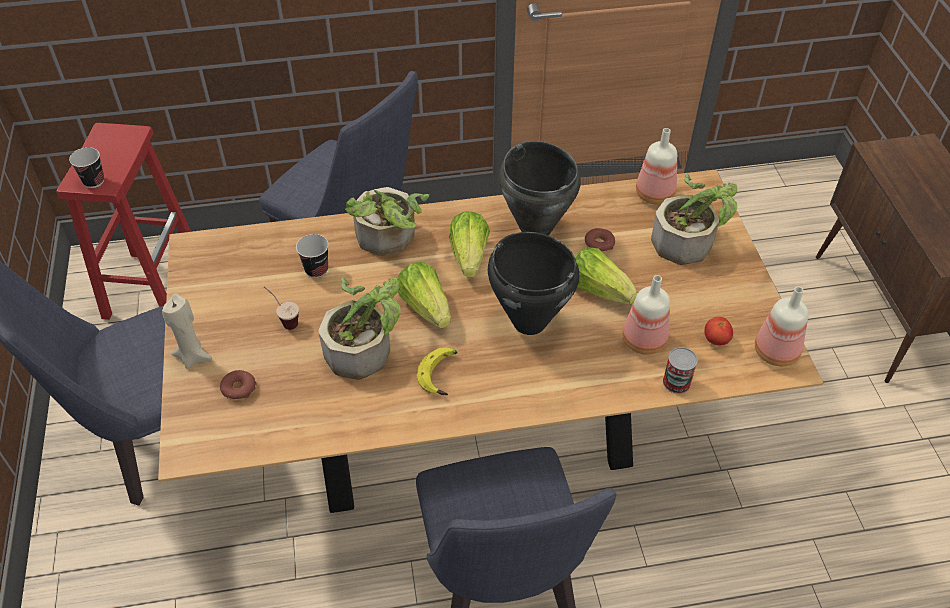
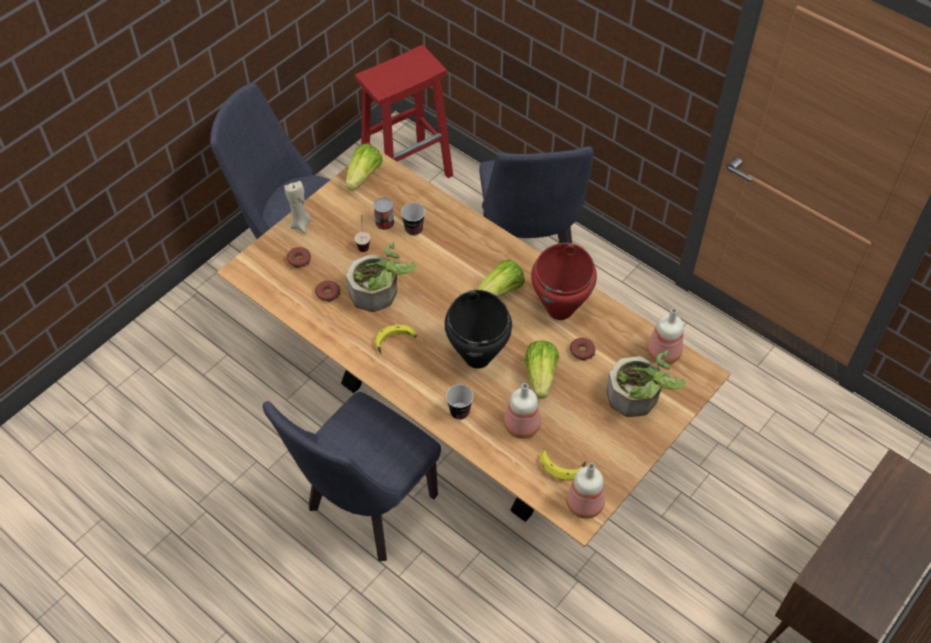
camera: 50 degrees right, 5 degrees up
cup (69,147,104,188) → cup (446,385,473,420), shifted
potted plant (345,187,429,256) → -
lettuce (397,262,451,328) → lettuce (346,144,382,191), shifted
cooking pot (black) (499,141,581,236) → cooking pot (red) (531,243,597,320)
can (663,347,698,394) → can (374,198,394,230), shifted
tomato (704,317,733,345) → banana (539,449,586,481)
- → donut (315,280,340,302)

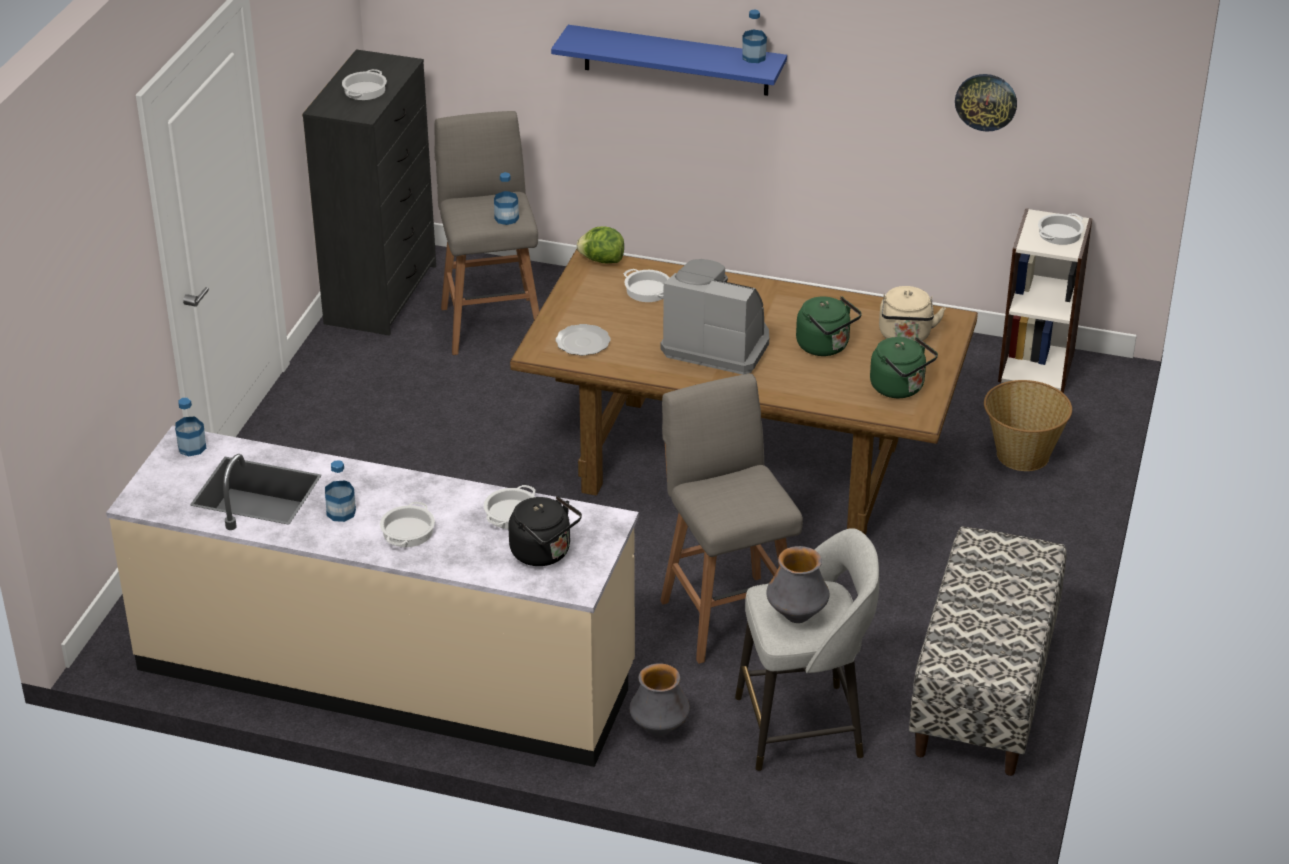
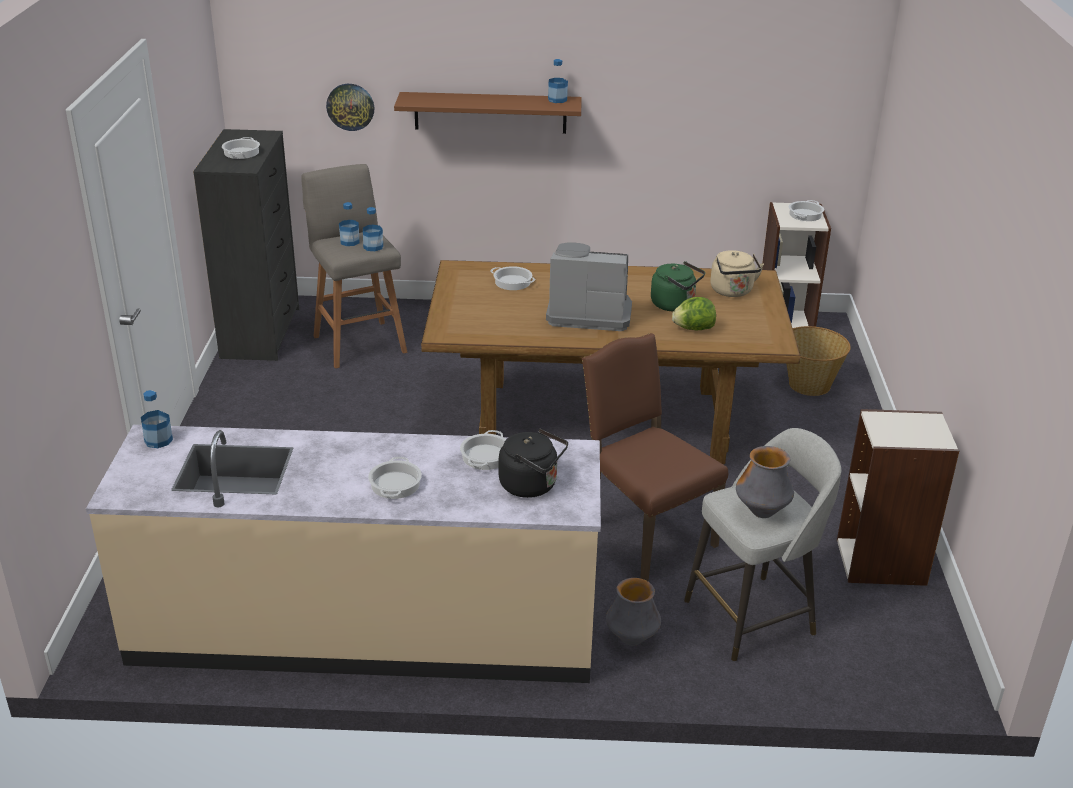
camera: 15 degrees left, 5 degrees down
bottle (325,460,356,522) → bottle (339,202,359,246), shifted
shelf (blue) (551,25,787,96) → shelf (brown) (394,92,582,134)
plate (555,324,611,356) → -
lettuce (576,226,624,263) → lettuce (672,297,716,330), shifted
stool (grey) (660,374,803,664) → chair (brown) (582,333,728,581)
kettle (green) (870,337,938,398) → -
bench (909,526,1066,776) → bookcase (837,409,959,586)
wall clock (955,74,1017,131) → wall clock (326,84,374,131), shifted

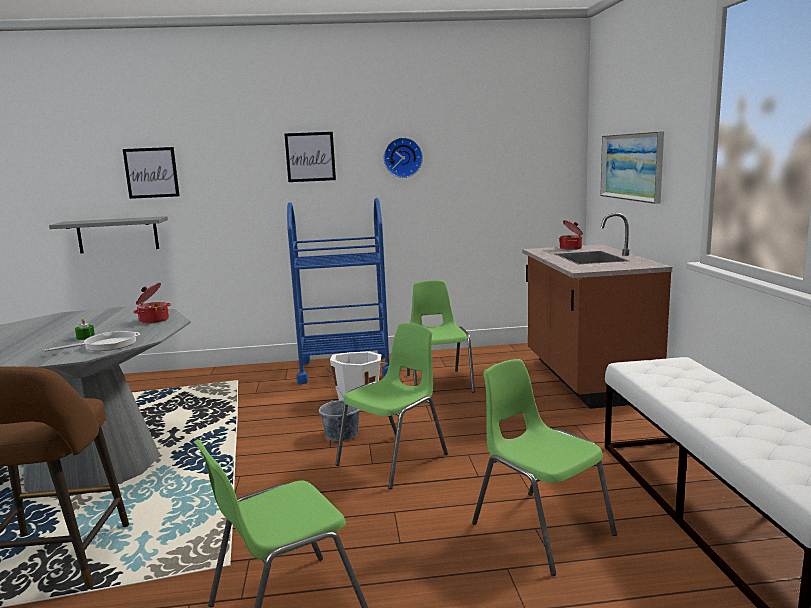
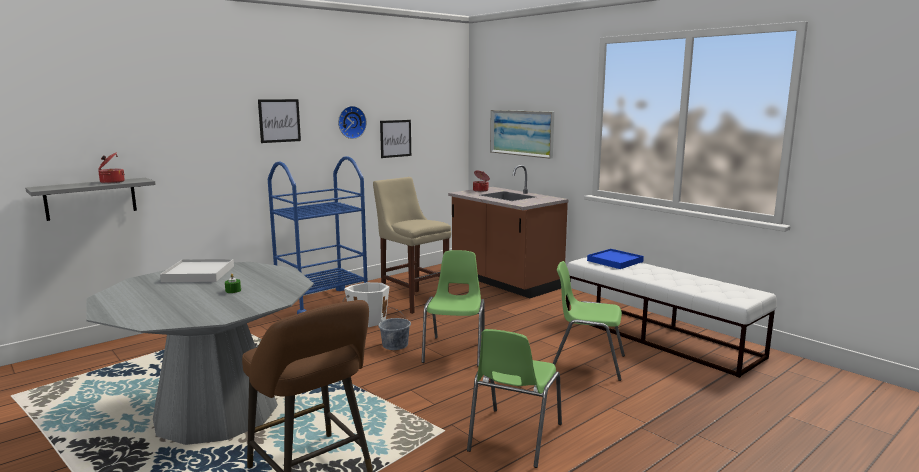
camera: 35 degrees left, 0 degrees up
frying pan (45,331,140,352) → -
picture (123,147,180,199) → picture (380,120,411,158), shifted
cooking pot (133,283,171,324) → cooking pot (98,152,125,183), shifted
chair (green) (407,280,475,393) → stool (beige) (373,177,451,314)
- → tray (white) (160,259,234,282)
- → tray (blue) (587,249,644,269)

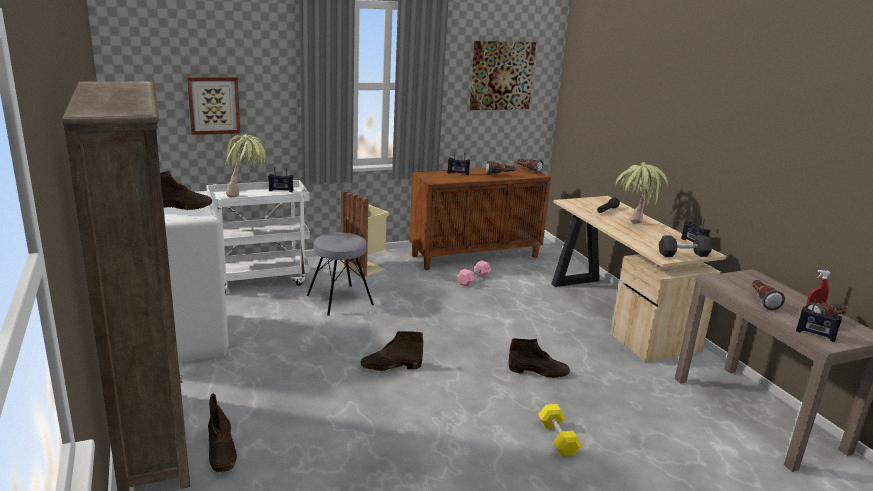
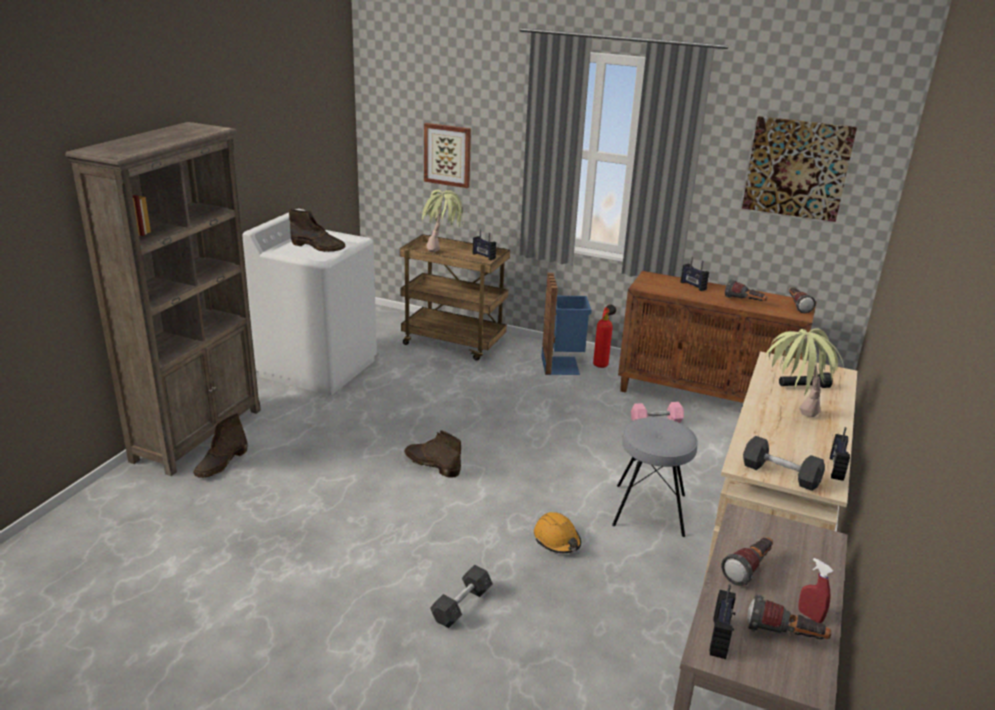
camera: 45 degrees right, 5 degrees up
cart (white) (206,180,310,293) → cart (brown) (400,234,510,361)
stool (grey) (307,232,374,316) → stool (grey) (612,417,698,537), shifted
trash can (beige) (340,191,389,277) → trash can (blue) (541,273,592,375)
boot (brown) (508,338,570,378) → hard hat (orange) (534,512,581,553)
dumbbell (yellow) (538,404,582,457) → dumbbell (grey) (430,565,493,628)
radio (796,299,842,342) → radio (710,584,736,659), 150 degrees counterclockwise
- → fire extinguisher (593,304,616,368)

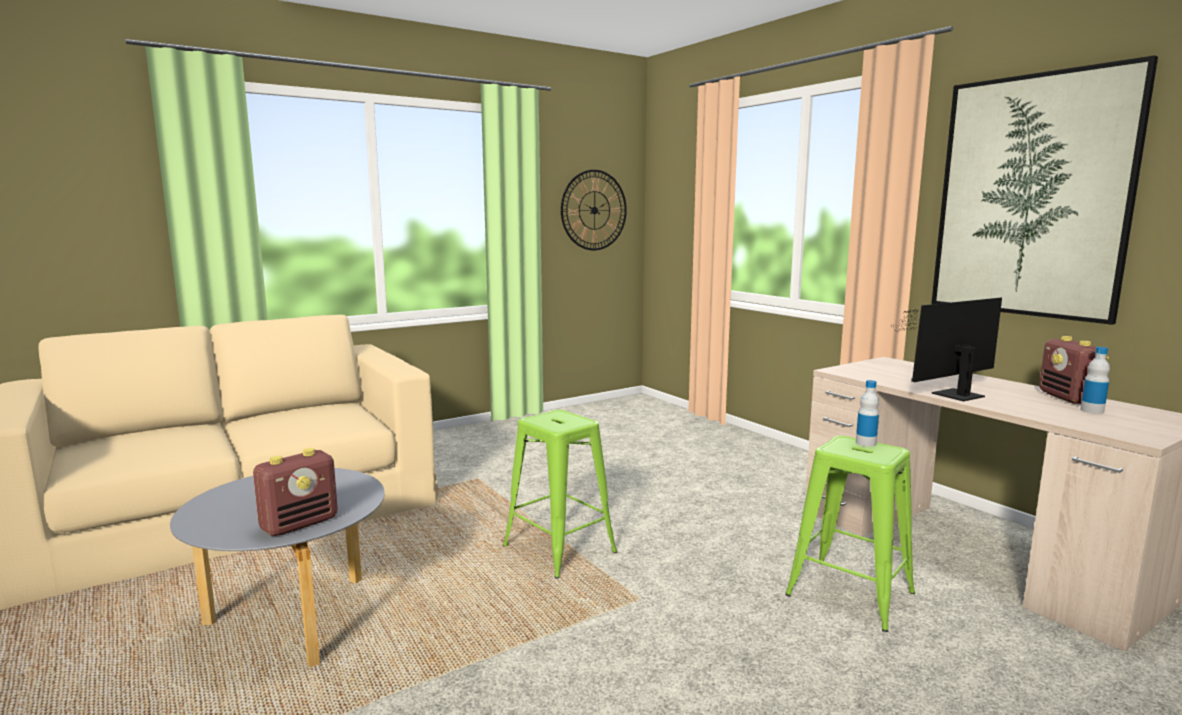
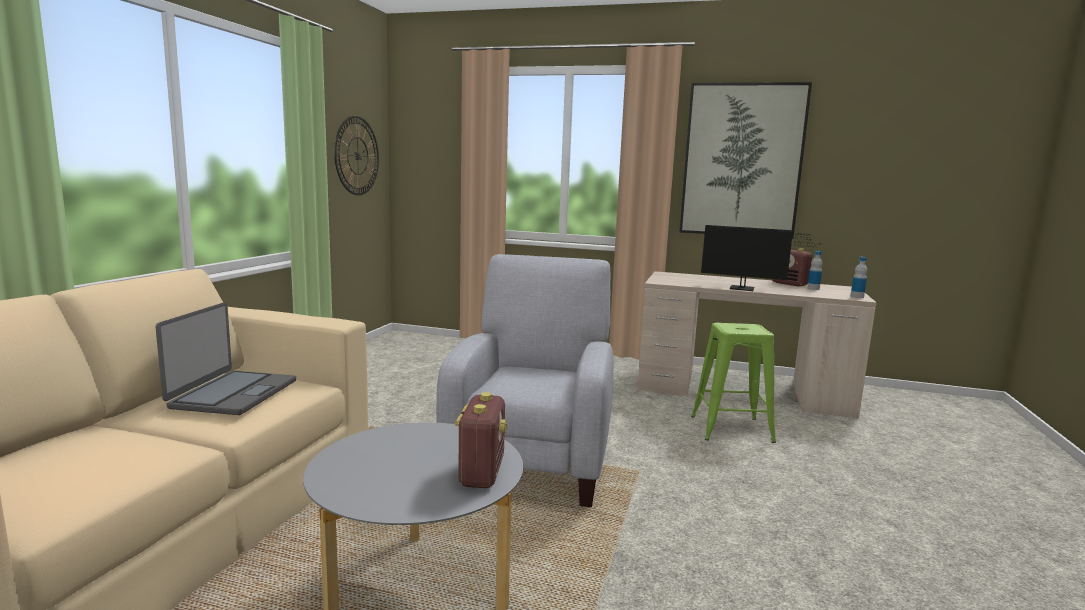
camera: 40 degrees left, 0 degrees up
stool (green) (503,410,617,579) → armchair (grey) (436,254,614,507)
bottle (856,380,879,447) → bottle (850,257,867,298), shifted
monitor (890,298,1002,402) → monitor (701,225,819,291), 90 degrees counterclockwise
- → laptop (156,302,296,415)

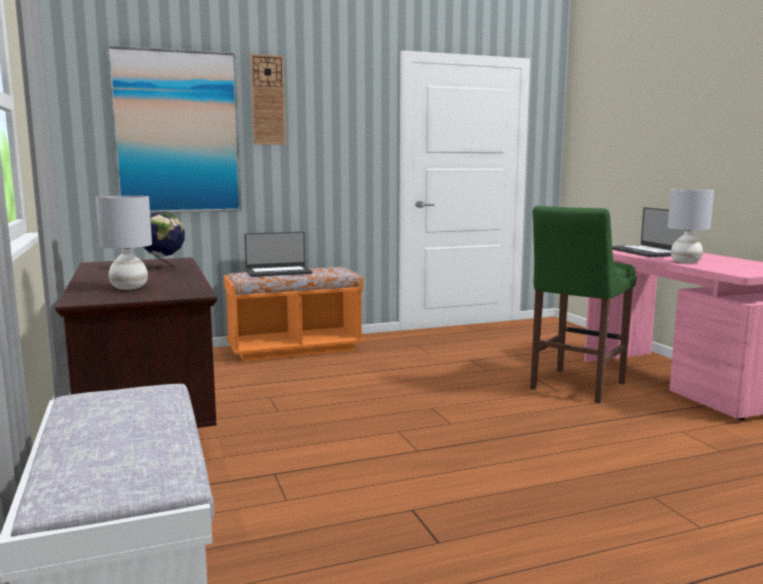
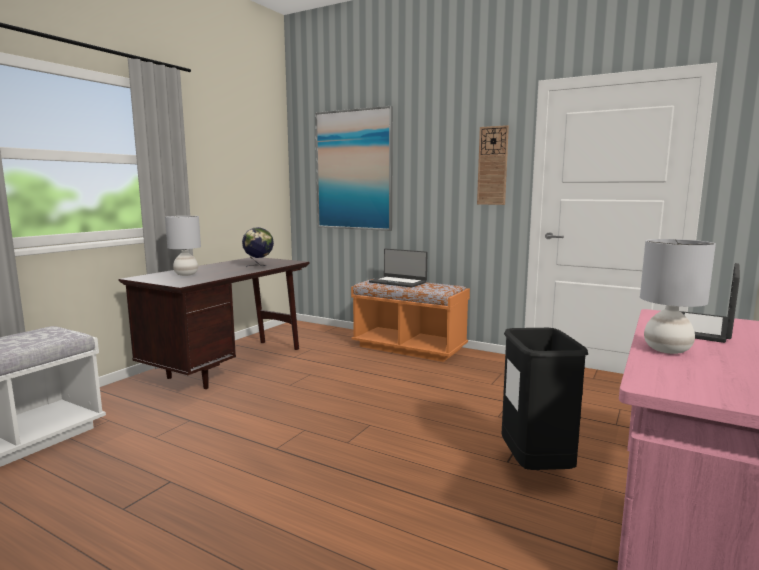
camera: 50 degrees right, 0 degrees up
wall clock (251,54,286,145) → wall clock (477,125,509,205), shifted
stool (green) (530,206,637,404) → trash can (black) (502,328,588,470)

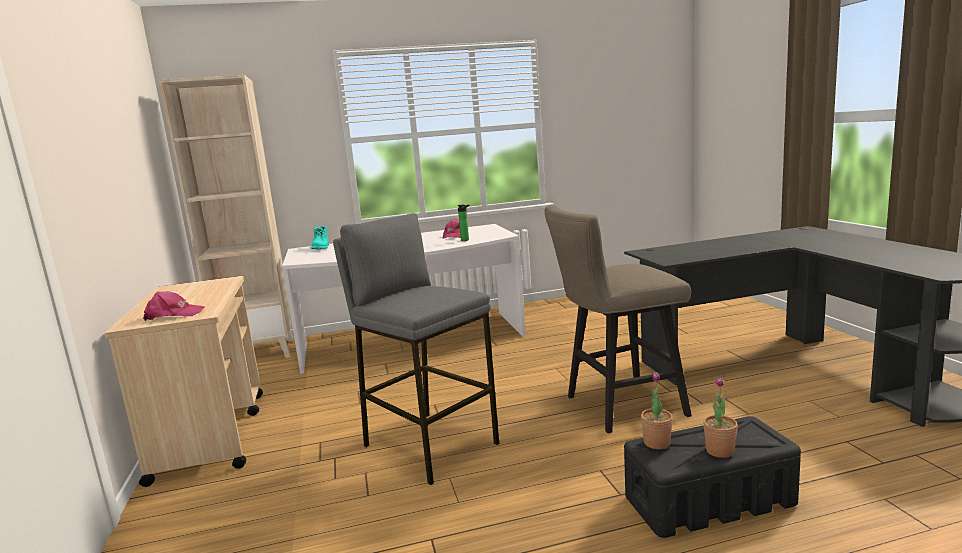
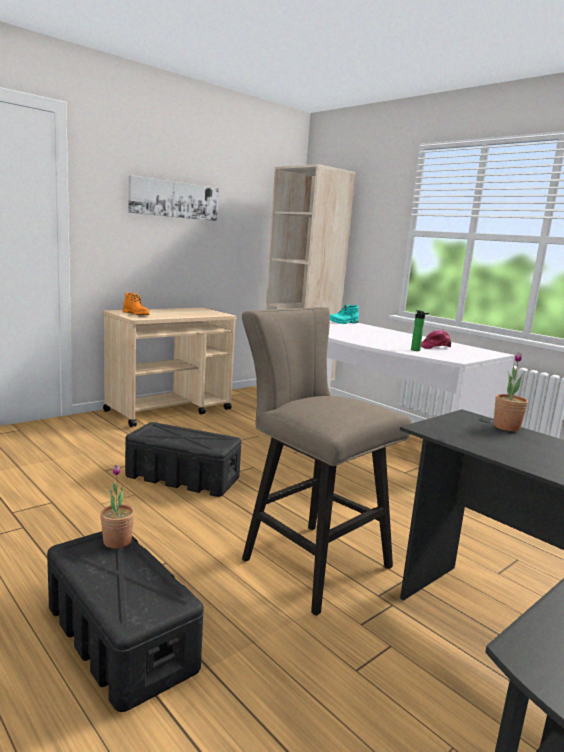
camera: 60 degrees right, 0 degrees up
cap (pink) (143,291,205,321) → boot (orange) (123,293,150,315)
stool (grey) (333,213,499,485) → storage box (black) (125,422,241,497)
potted plant (703,377,738,458) → potted plant (494,352,528,431), shifted
- → picture (128,175,219,221)

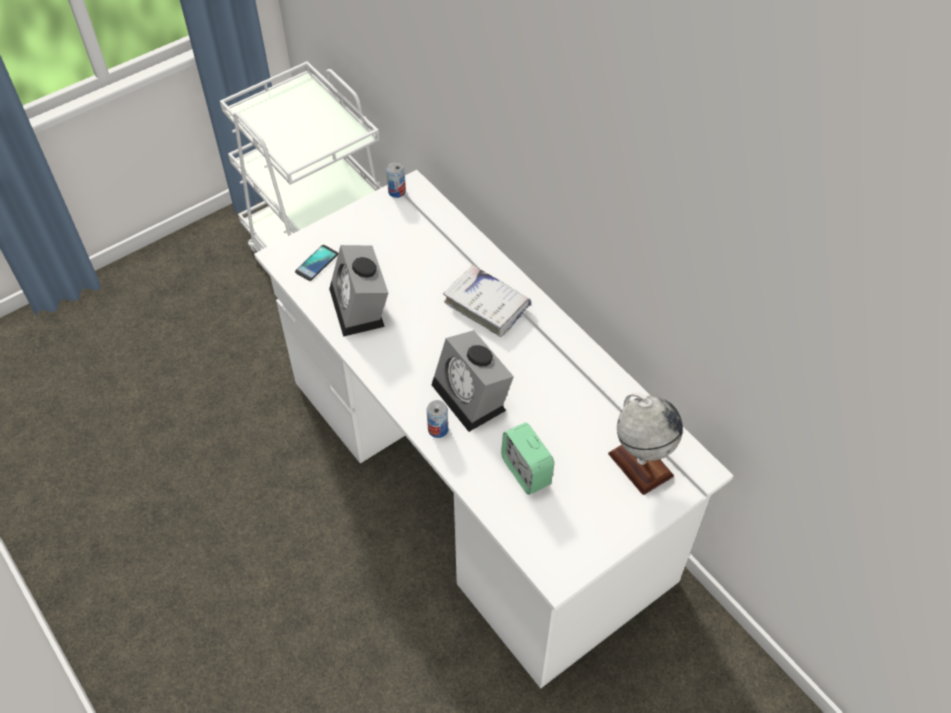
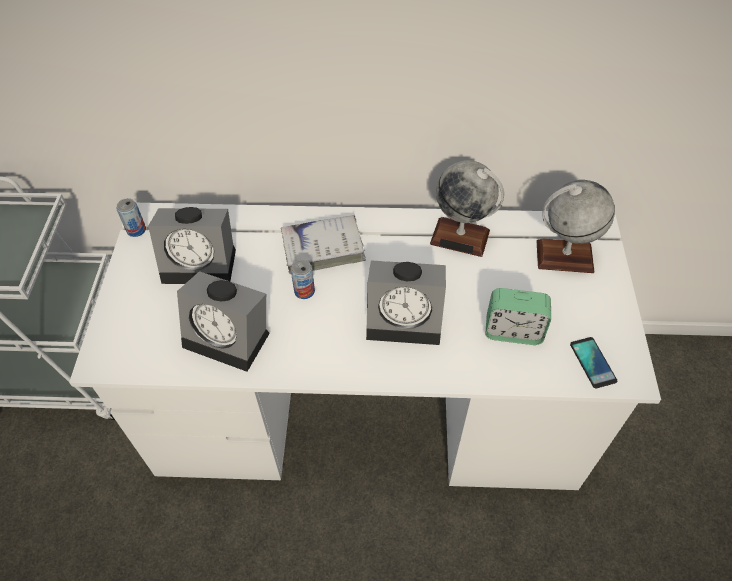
camera: 50 degrees left, 0 degrees up
phone (295,245,338,281) → phone (570,337,617,388), shifted
can (427,400,448,438) → can (291,259,315,299), shifted
- → alarm clock (148,207,236,284)
- → globe (430,160,504,257)

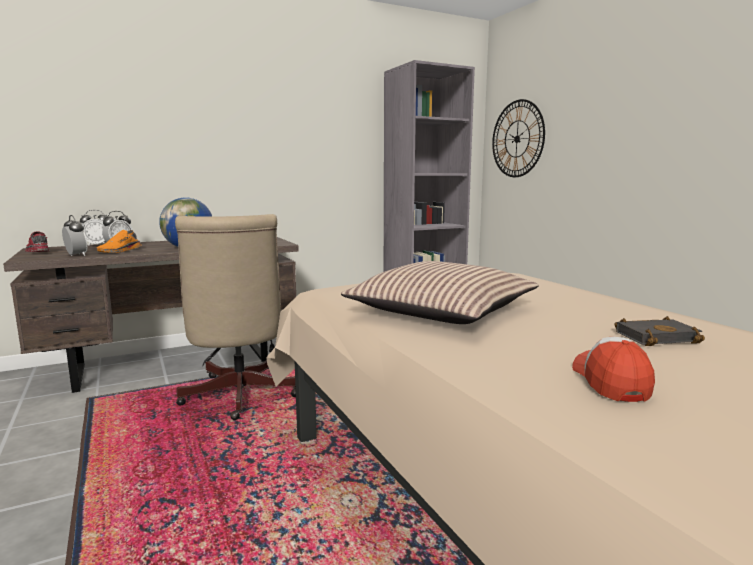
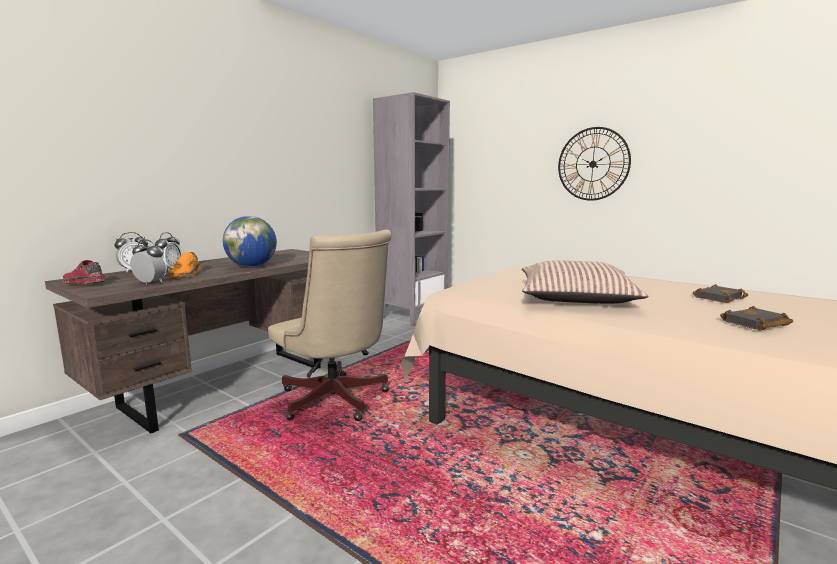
camera: 25 degrees left, 0 degrees up
wall clock (492,99,545,177) → wall clock (558,127,631,201), shifted
cap (572,337,655,402) → book (black) (720,306,793,331)

